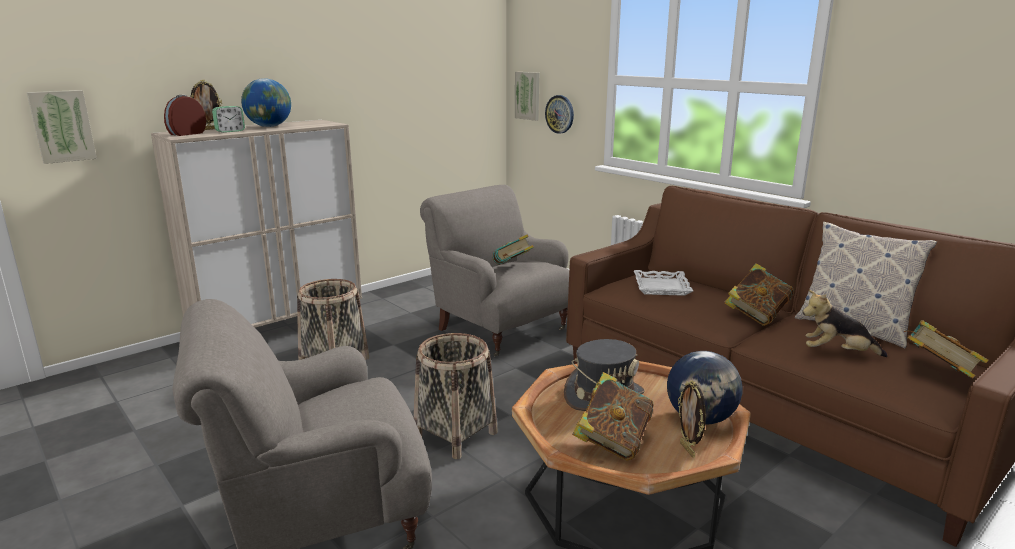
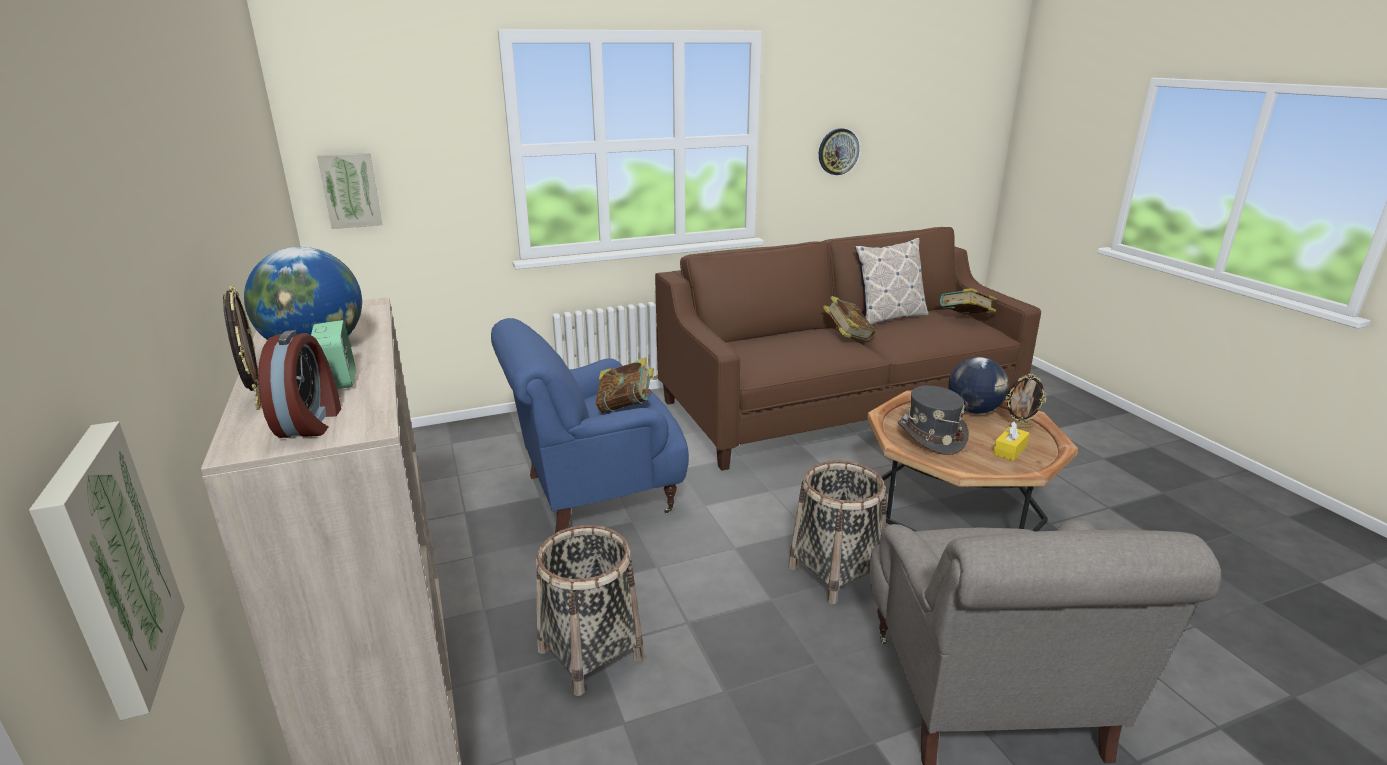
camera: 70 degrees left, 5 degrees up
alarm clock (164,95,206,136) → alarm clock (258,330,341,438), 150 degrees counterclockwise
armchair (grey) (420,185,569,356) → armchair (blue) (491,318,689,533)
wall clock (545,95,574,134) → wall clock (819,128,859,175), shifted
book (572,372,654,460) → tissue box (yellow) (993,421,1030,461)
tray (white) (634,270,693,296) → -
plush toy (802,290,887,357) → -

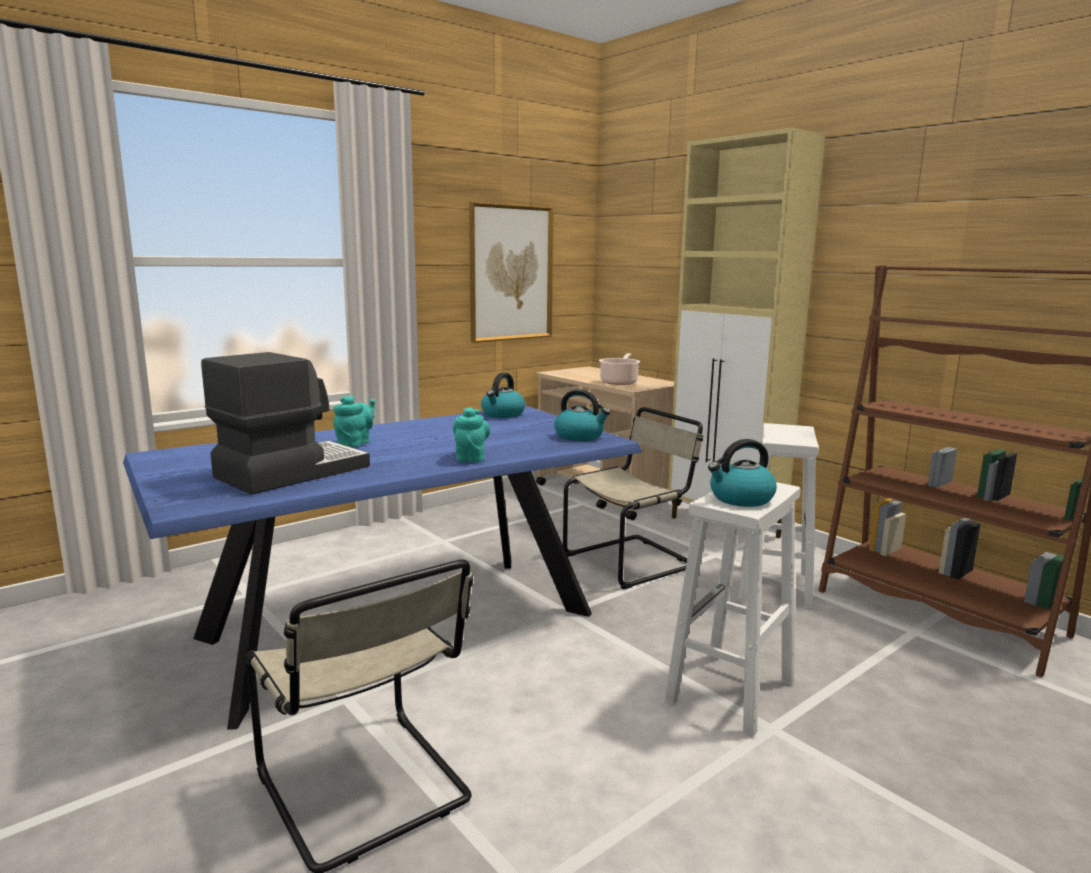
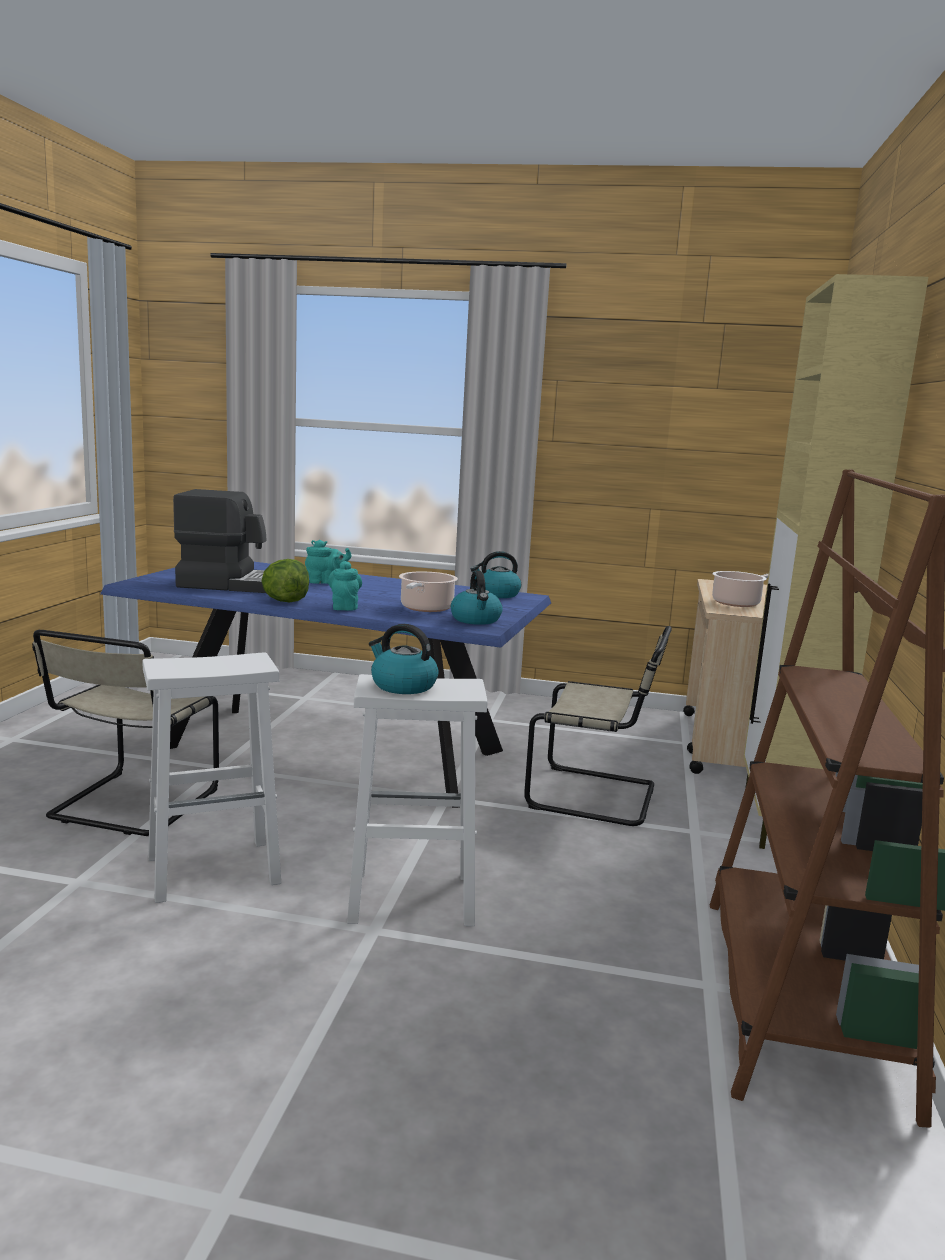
camera: 50 degrees right, 0 degrees up
teapot (turquoise) (453,407,490,463) → teapot (turquoise) (328,561,362,610), 60 degrees counterclockwise
picture (469,202,554,343) → -
stool (white) (738,423,819,610) → stool (white) (143,653,281,903), shifted
- → lettuce (262,559,309,602)
- → cooking pot (399,572,458,612)

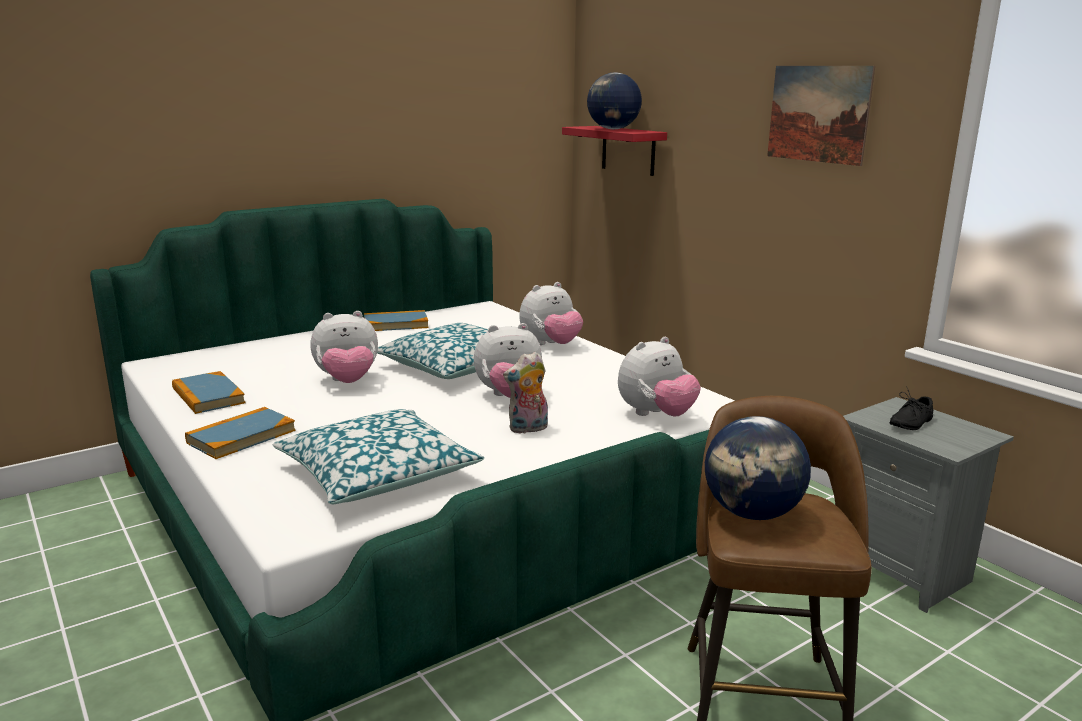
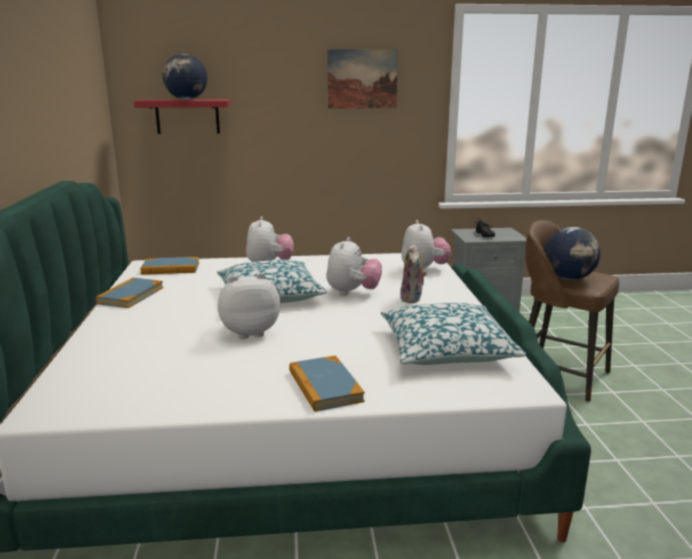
camera: 60 degrees left, 0 degrees up
book (172,371,246,414) → book (140,257,199,275), shifted
plush toy (310,311,378,383) → plush toy (218,273,280,339), 120 degrees counterclockwise

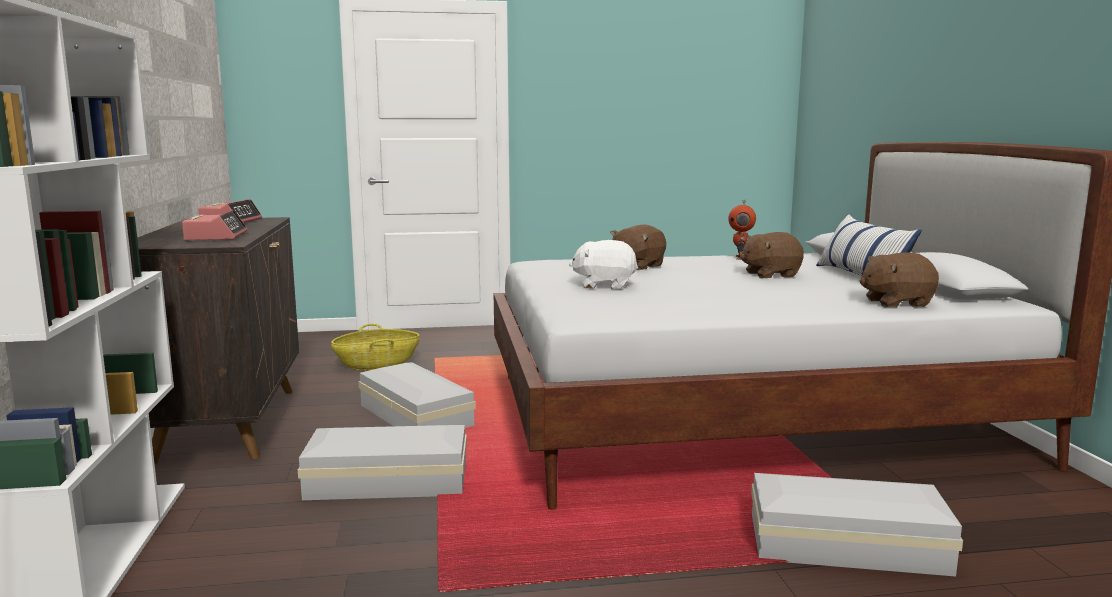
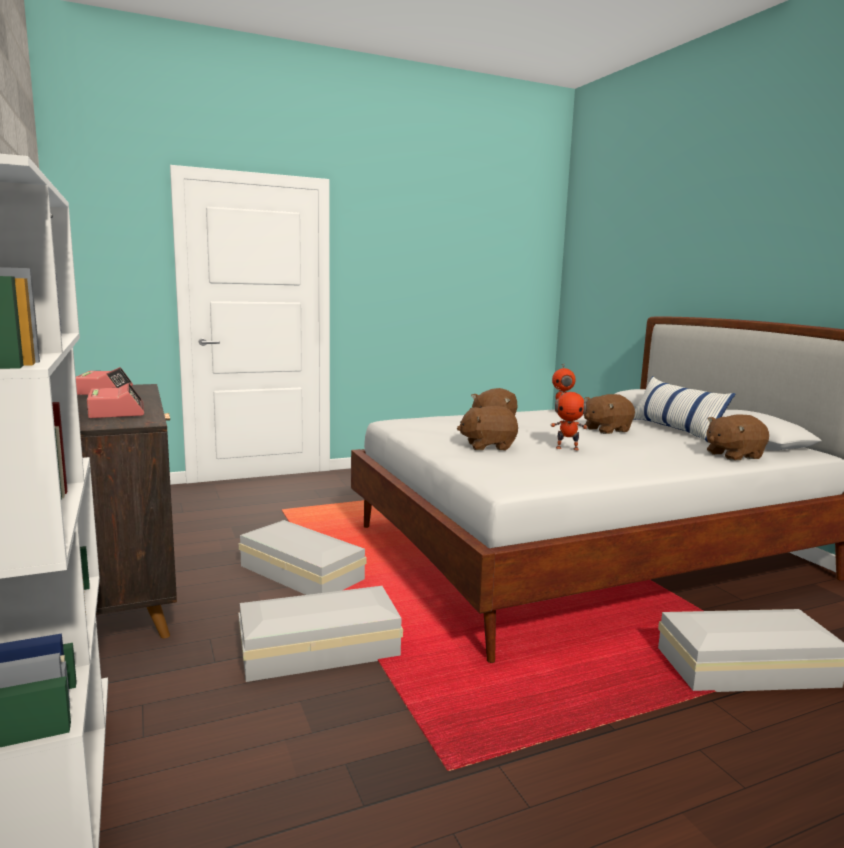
camera: 15 degrees left, 0 degrees up
basket (331,324,419,370) → -
plush toy (white) (569,240,638,289) → plush toy (brown) (457,406,518,450)
- → toy robot (551,386,588,450)

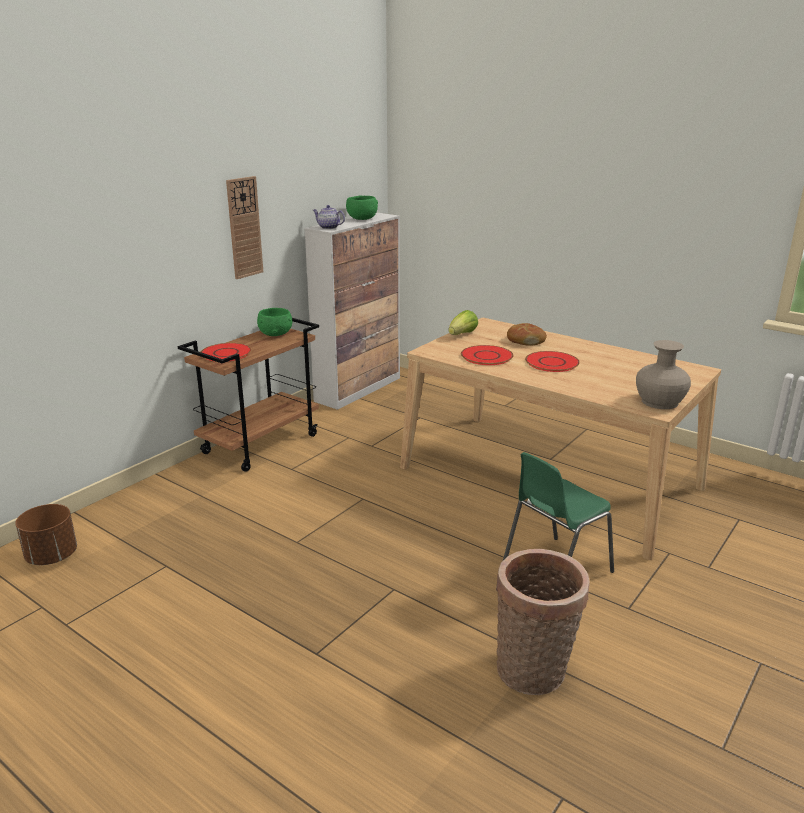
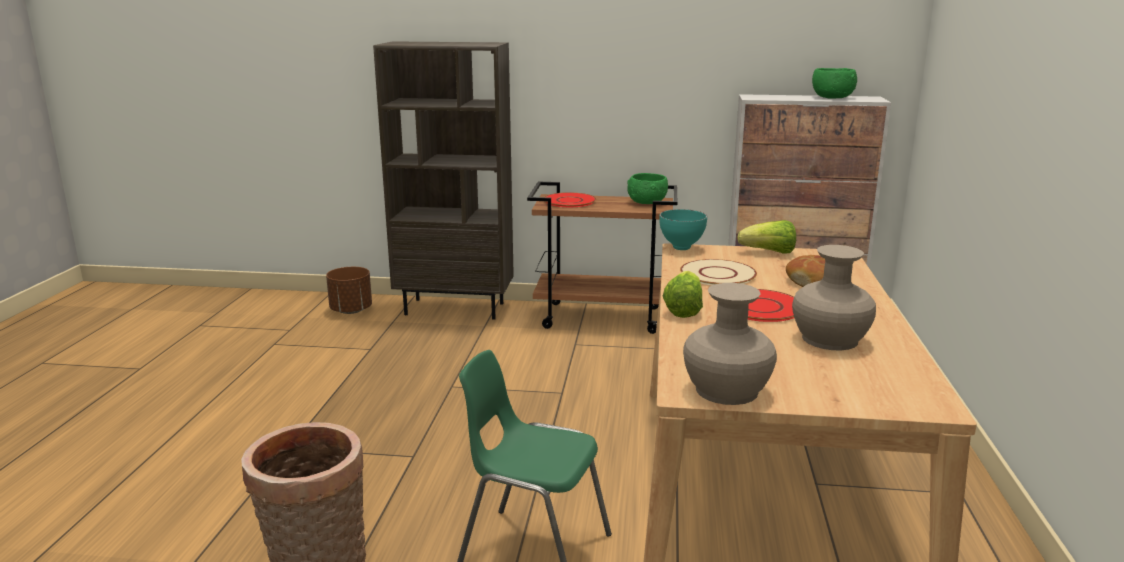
camera: 60 degrees right, 5 degrees down
wall clock (226,176,263,279) → -
teapot (313,205,345,229) → -
plate (red) (461,345,514,365) → plate (beige) (680,259,757,286)
- → bookcase (brown) (373,41,514,320)
- → bowl (turquoise) (659,209,707,250)
- → lettuce (663,271,703,318)
- → vase (beige) (792,245,876,350)

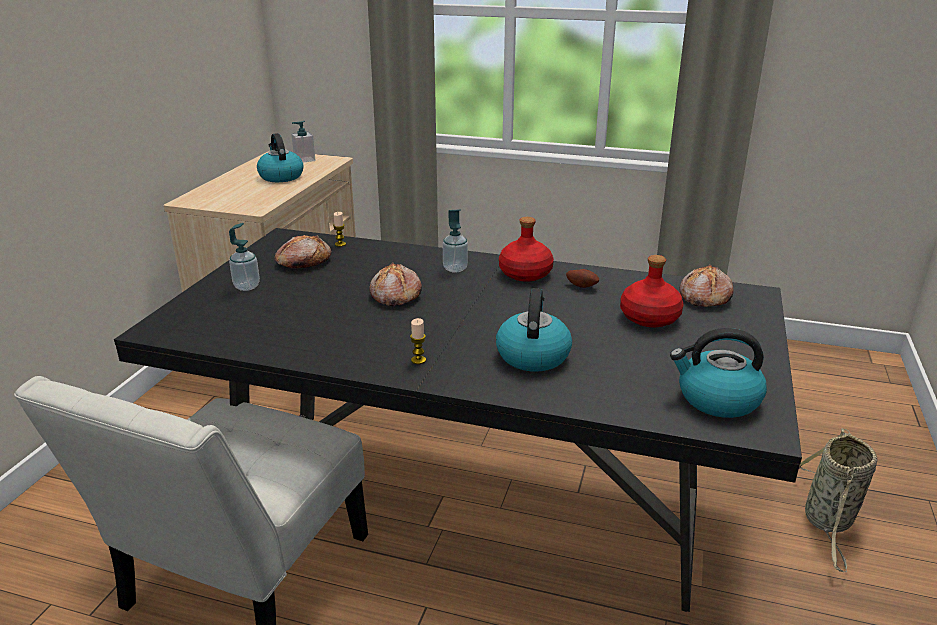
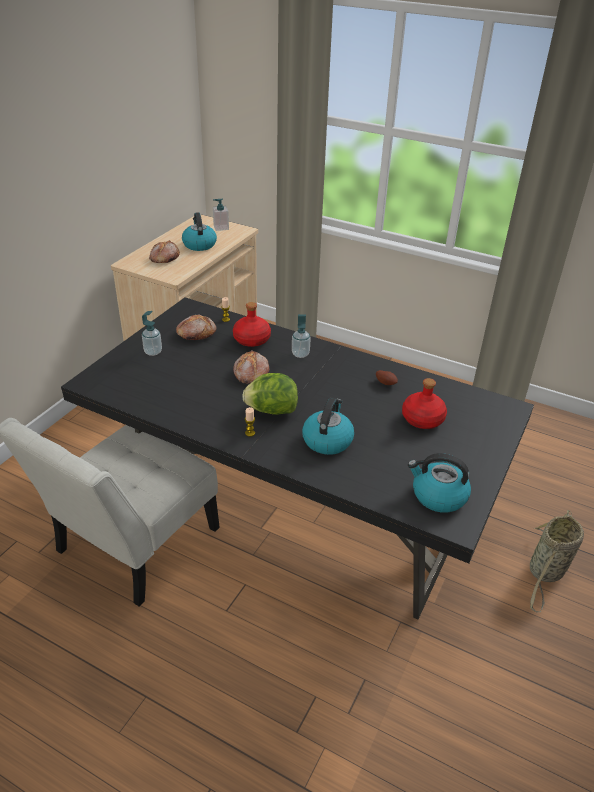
camera: 10 degrees right, 10 degrees up
bottle (red) (499,217,554,282) → bottle (red) (233,302,271,347), shifted
bread (680,264,734,307) → bread (149,240,180,263), shifted
- → lettuce (242,373,298,415)

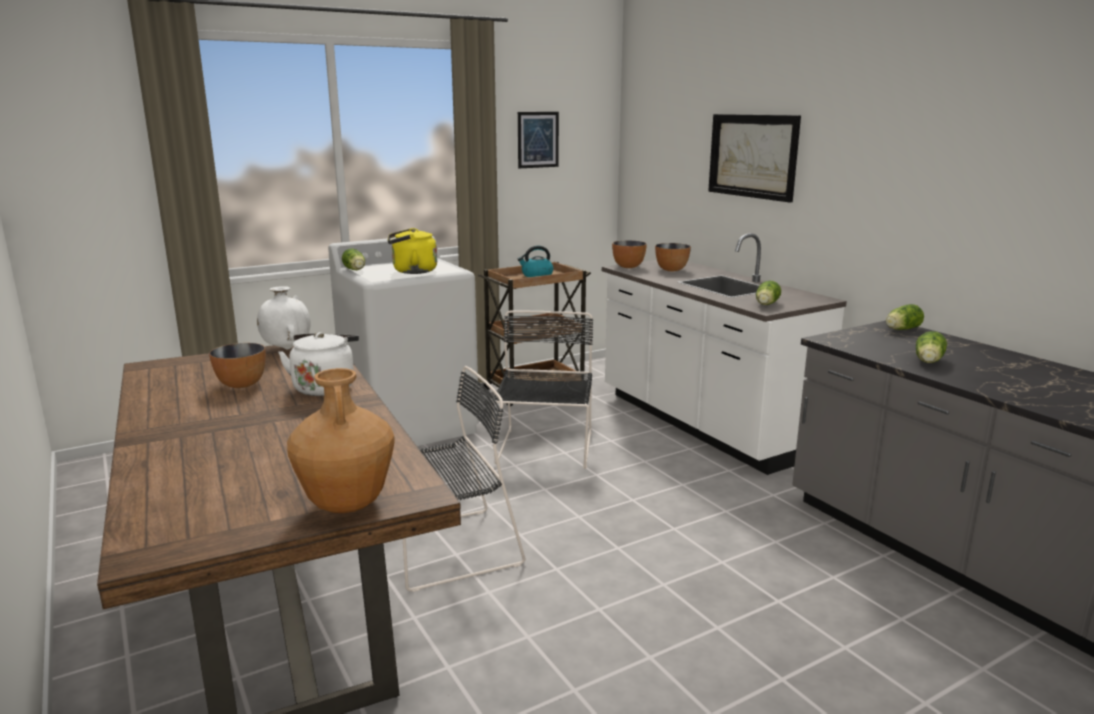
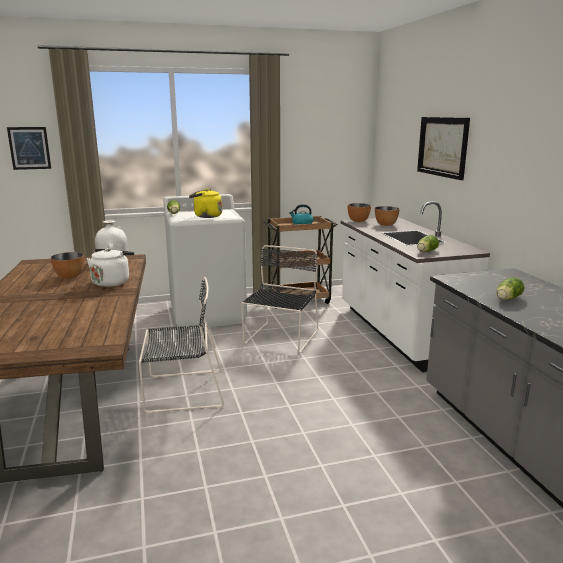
camera: 15 degrees right, 0 degrees up
vase (brown) (287,368,395,513) → -
picture (518,112,559,168) → picture (7,127,51,170), shifted
lettuce (886,304,924,330) → -

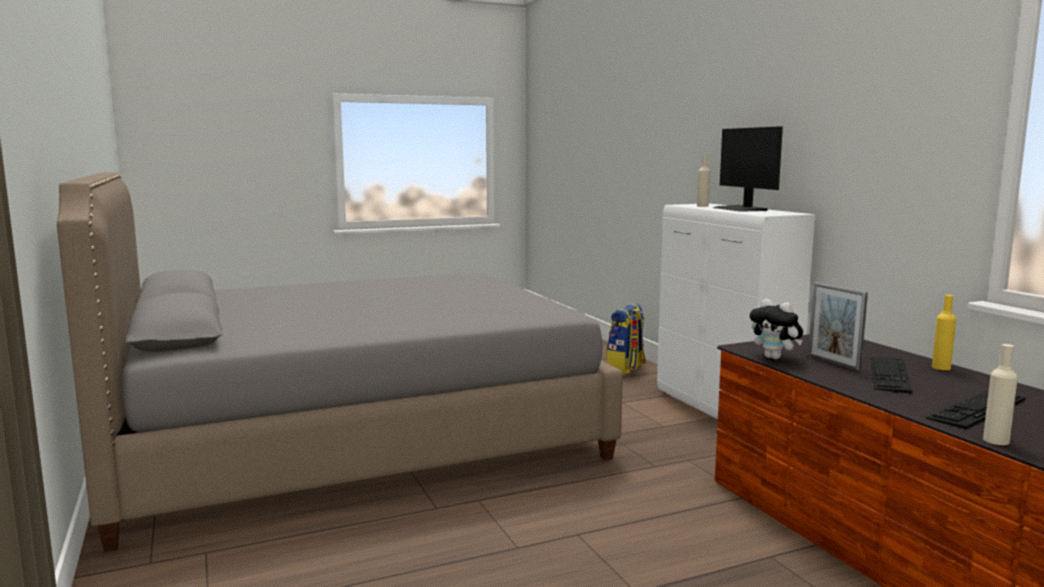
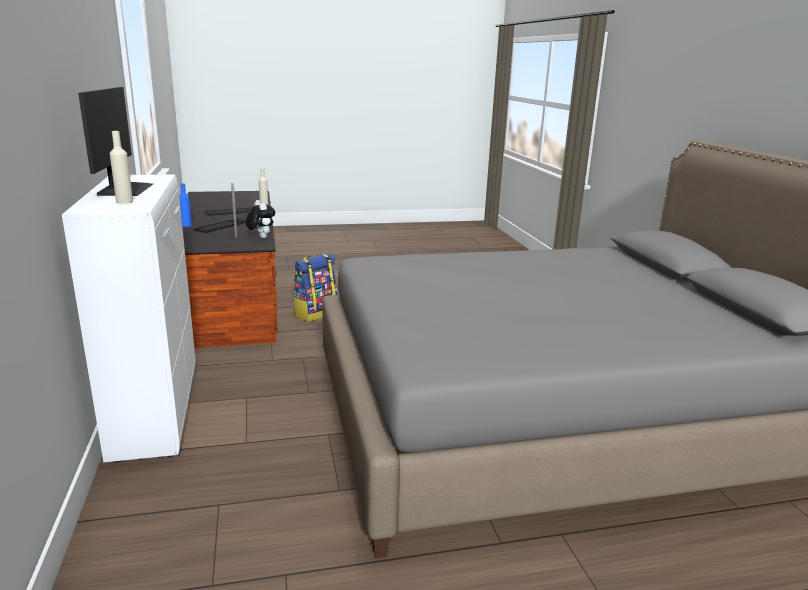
camera: 170 degrees left, 10 degrees up
backpack (606,304,646,375) → backpack (293,253,338,322), shifted
bottle (yellow) (932,295,956,370) → bottle (blue) (179,183,192,227)

